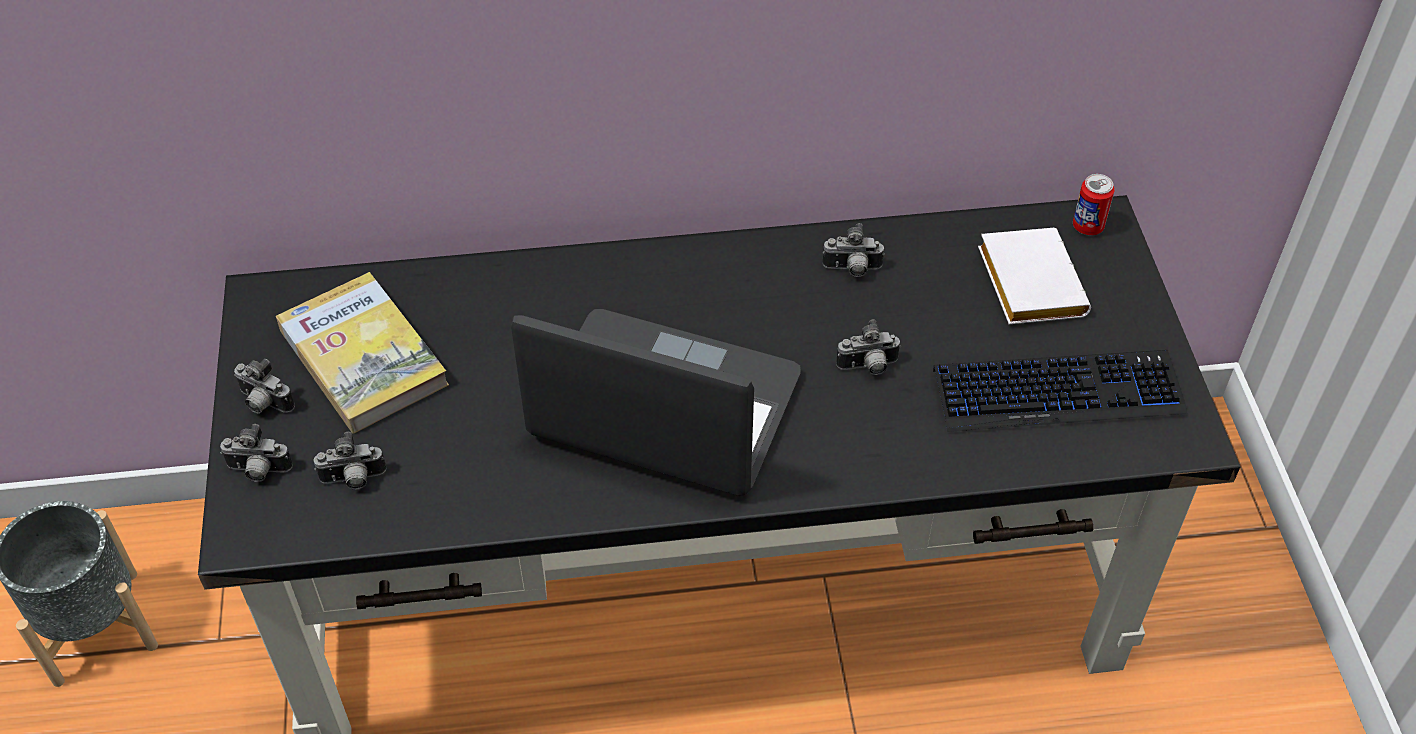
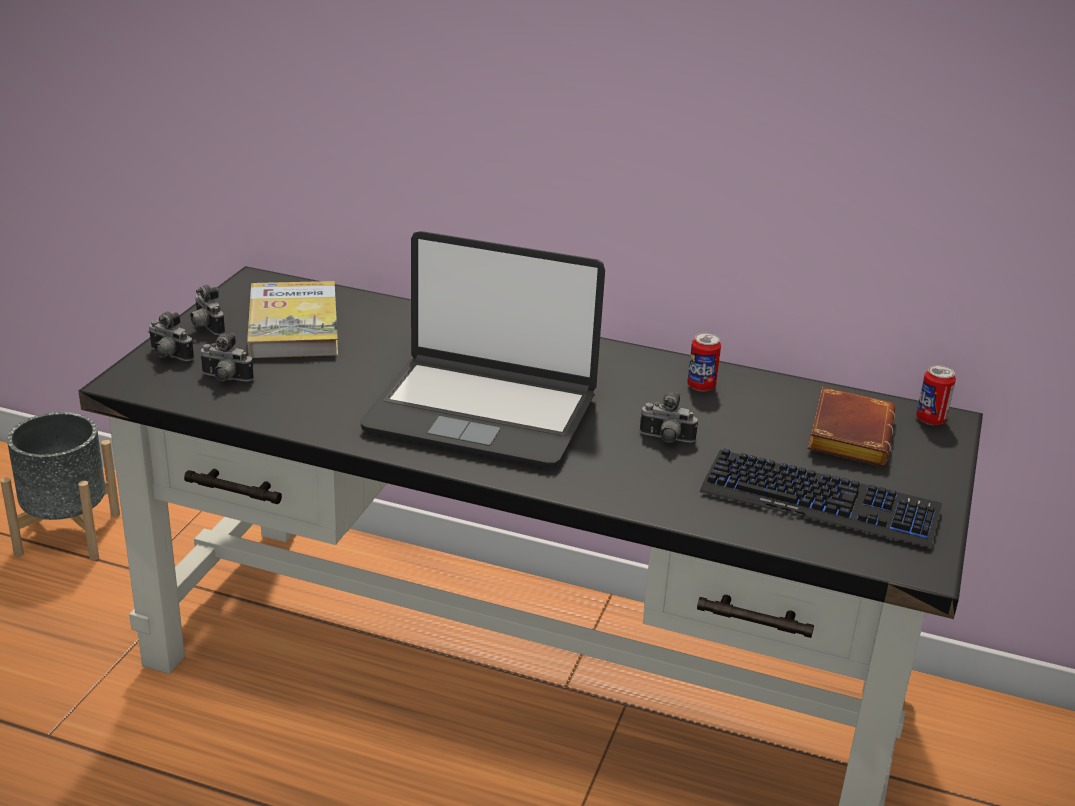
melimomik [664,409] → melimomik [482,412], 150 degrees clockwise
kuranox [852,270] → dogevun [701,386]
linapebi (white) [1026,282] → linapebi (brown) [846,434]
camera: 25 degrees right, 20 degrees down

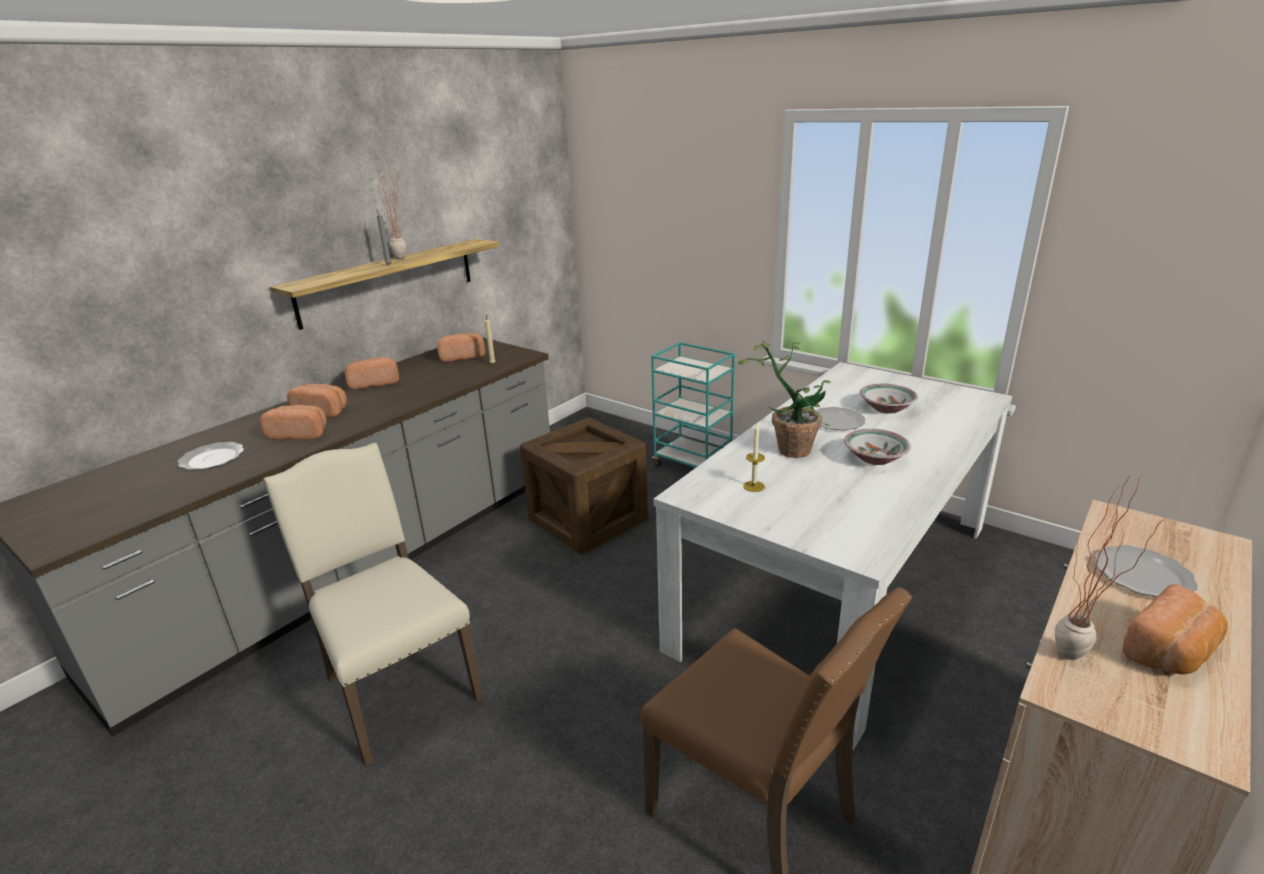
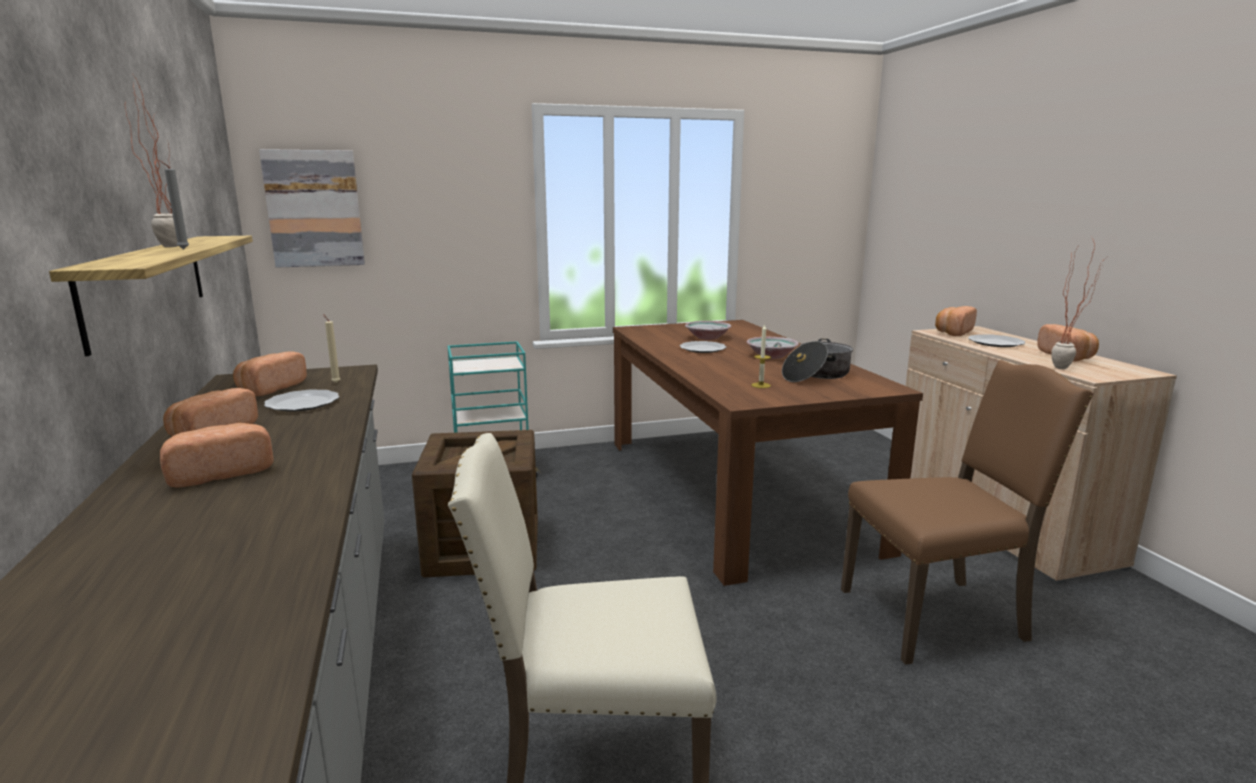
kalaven [213,458] → kalaven [302,403], shifted
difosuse [300,434] → difosuse [952,332], shifted
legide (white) [838,583] → legide (brown) [732,490]
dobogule [790,446] → -
- → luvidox [314,209]
- → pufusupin [816,375]
camera: 55 degrees left, 10 degrees down

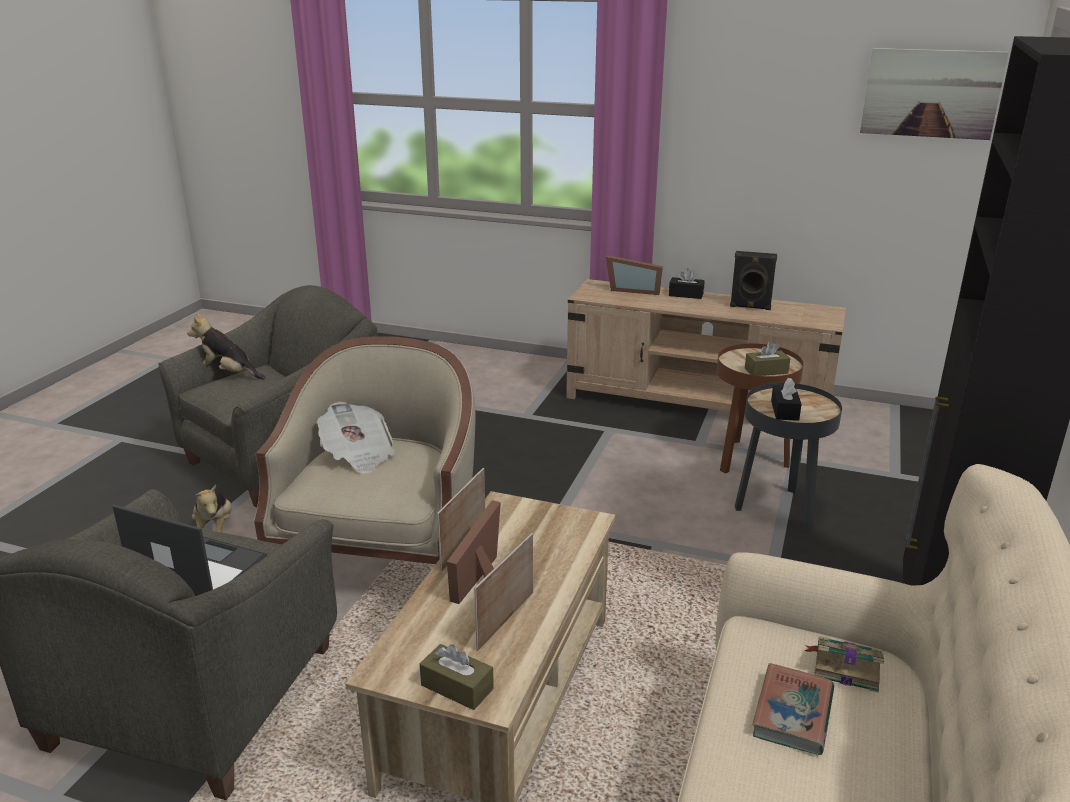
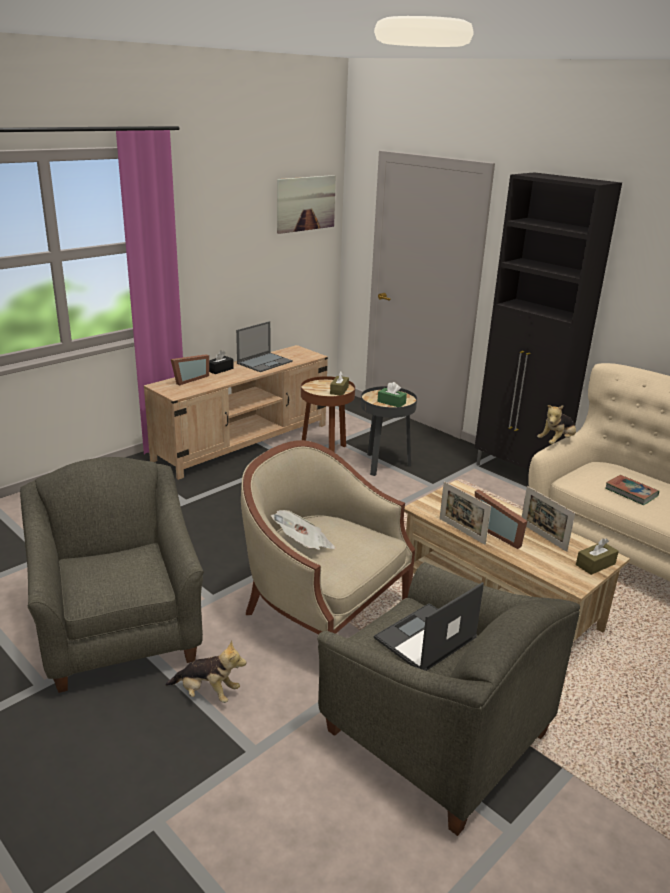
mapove [229,373] → mapove [556,442], shifted
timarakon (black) [750,307] → melimomik [265,362]
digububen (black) [784,410] → digububen (green) [391,402]
linapebi [844,667] → -
camera: 65 degrees left, 0 degrees up

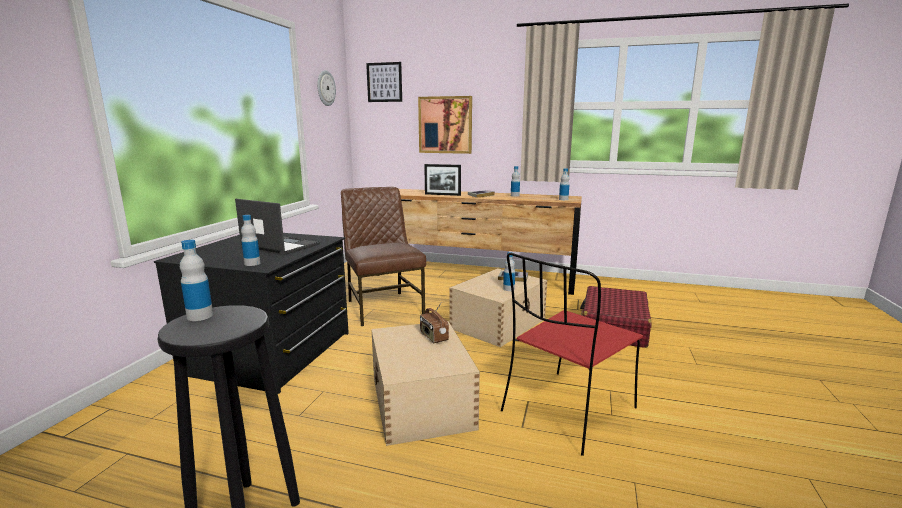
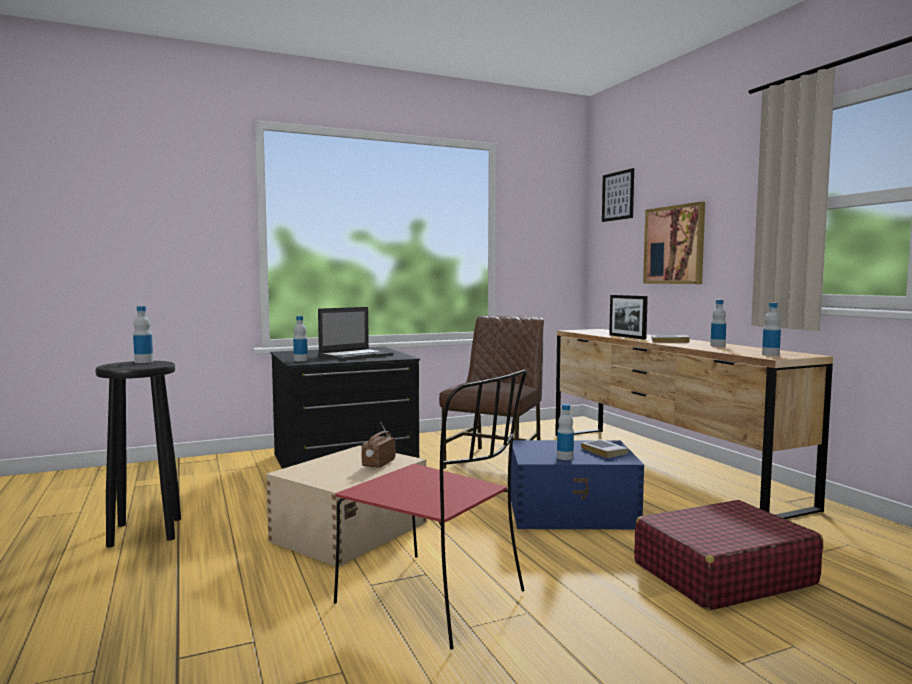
melimomik [279,246] → melimomik [356,355], 60 degrees clockwise
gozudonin [325,88] → -
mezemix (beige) [499,323] → mezemix (blue) [573,512]
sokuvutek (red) [566,411] → sokuvutek (red) [435,599], 150 degrees counterclockwise
camera: 50 degrees right, 10 degrees down

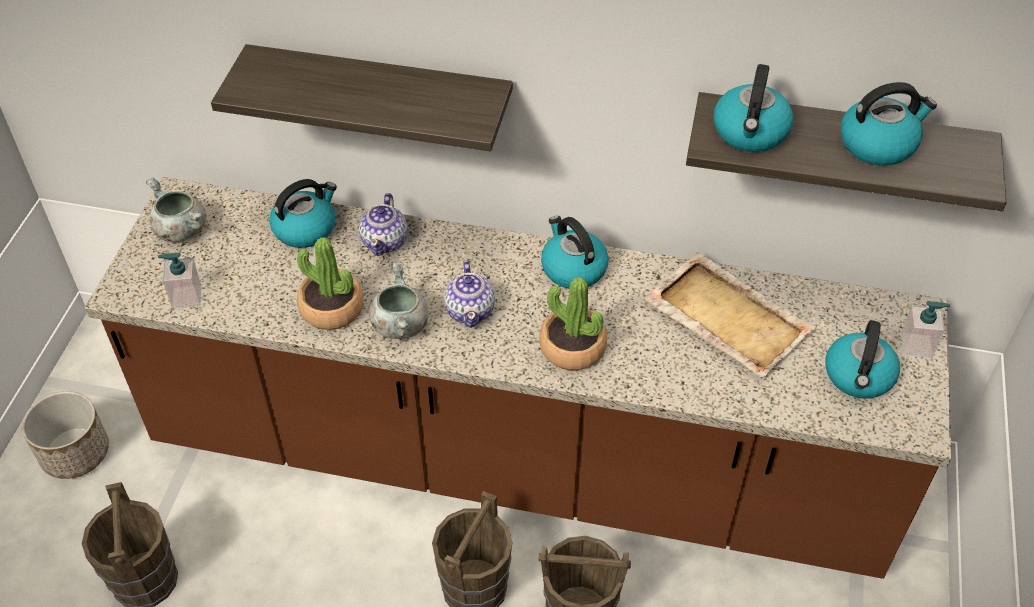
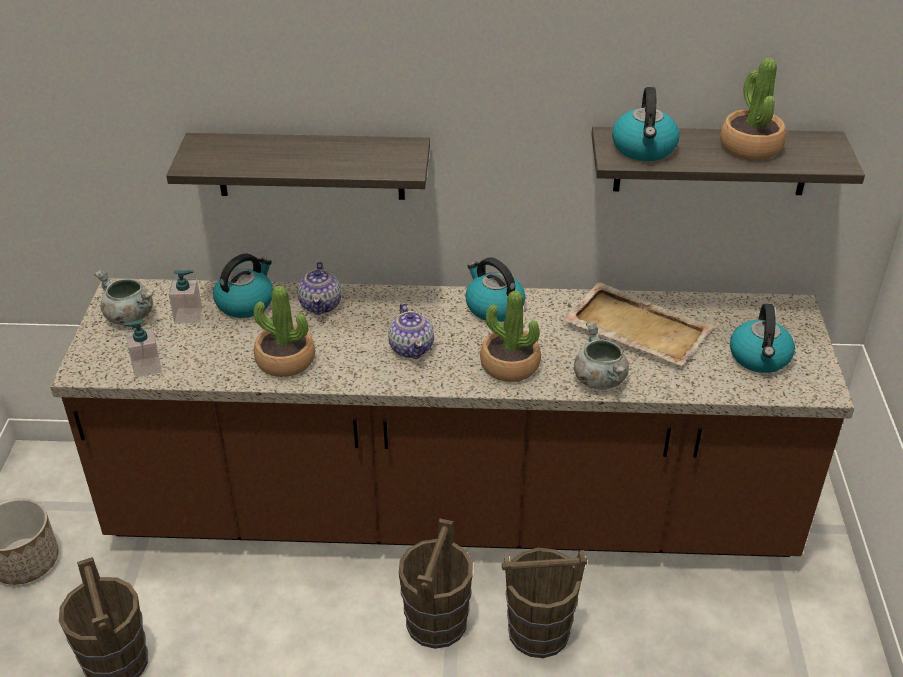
pufusupin (grey) [400,324] → pufusupin (grey) [599,379], shifted
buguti [878,144] → dobogule [750,147]
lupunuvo [917,345] → lupunuvo [188,315], shifted
camera: 10 degrees left, 10 degrees down

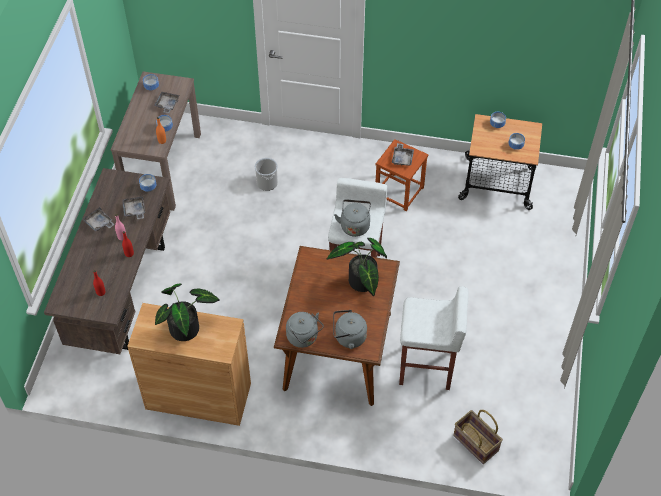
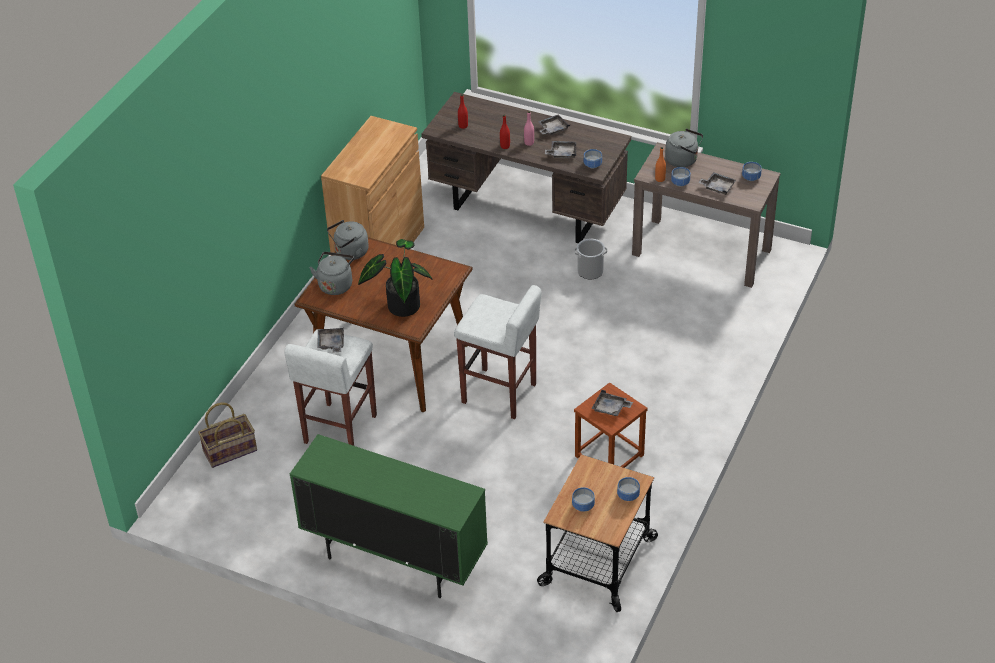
dobogule [188,329] → -
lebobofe [267,183] → lebobofe [590,271], shifted
buguti (grey) [354,225] → buguti (grey) [683,160], shifted
- → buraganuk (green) [394,559]
- → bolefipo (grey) [331,344]
camera: 105 degrees right, 10 degrees down

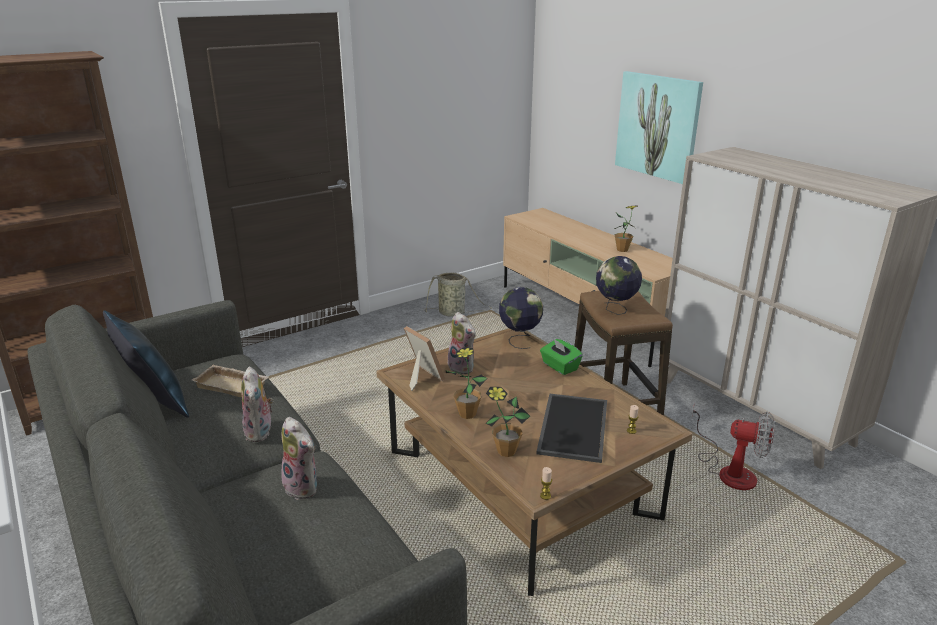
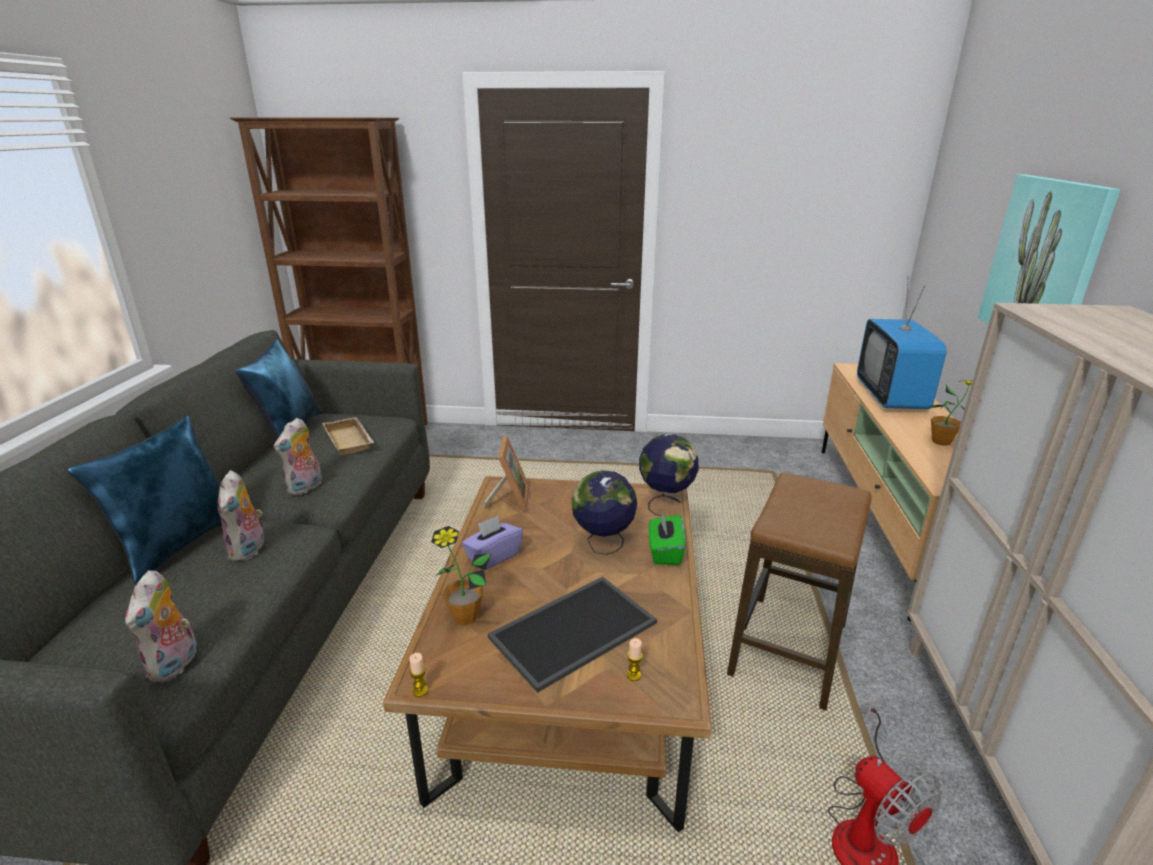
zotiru [453,313] → -
dobogule [467,414] → digububen (purple) [493,556]
mapove [463,367] → mapove [176,665], shifted
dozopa [615,310] → dozopa [603,545], shifted
- → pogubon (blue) [181,544]
- → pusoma [891,396]
camera: 40 degrees right, 0 degrees up

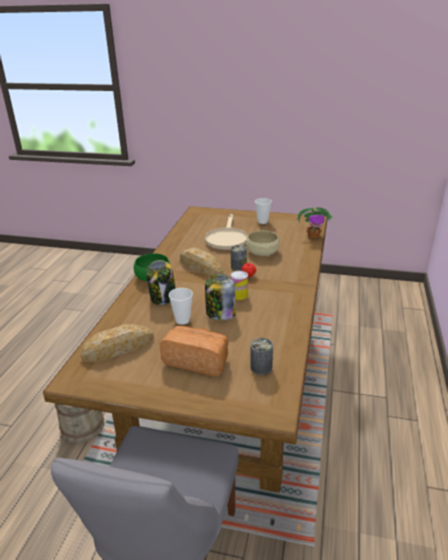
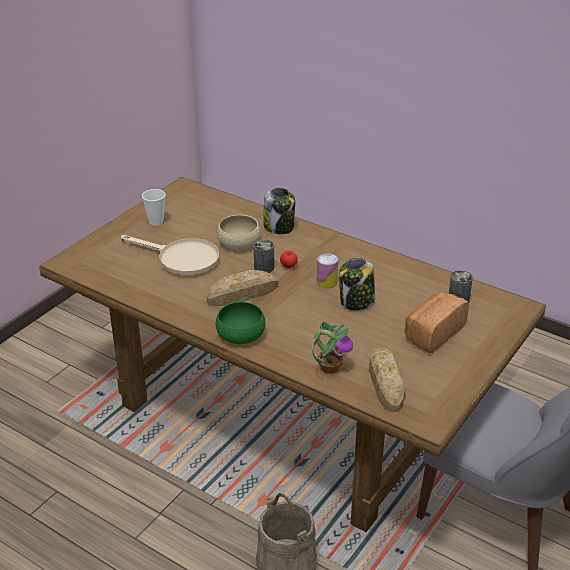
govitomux [163,297] → govitomux [279,227], shifted
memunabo [182,320] → -
dobogule [314,235] → dobogule [329,367], shifted
camera: 70 degrees left, 5 degrees up

